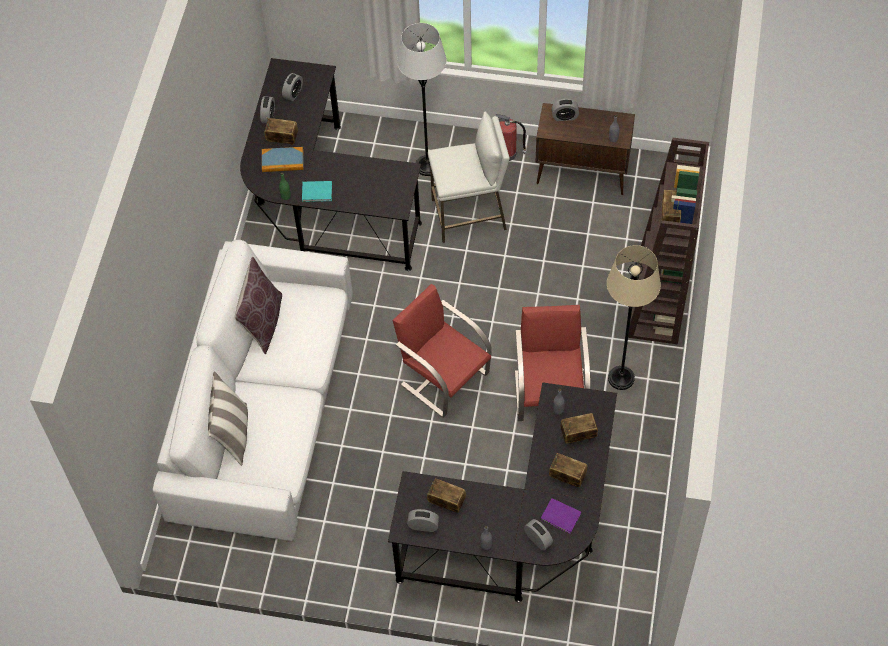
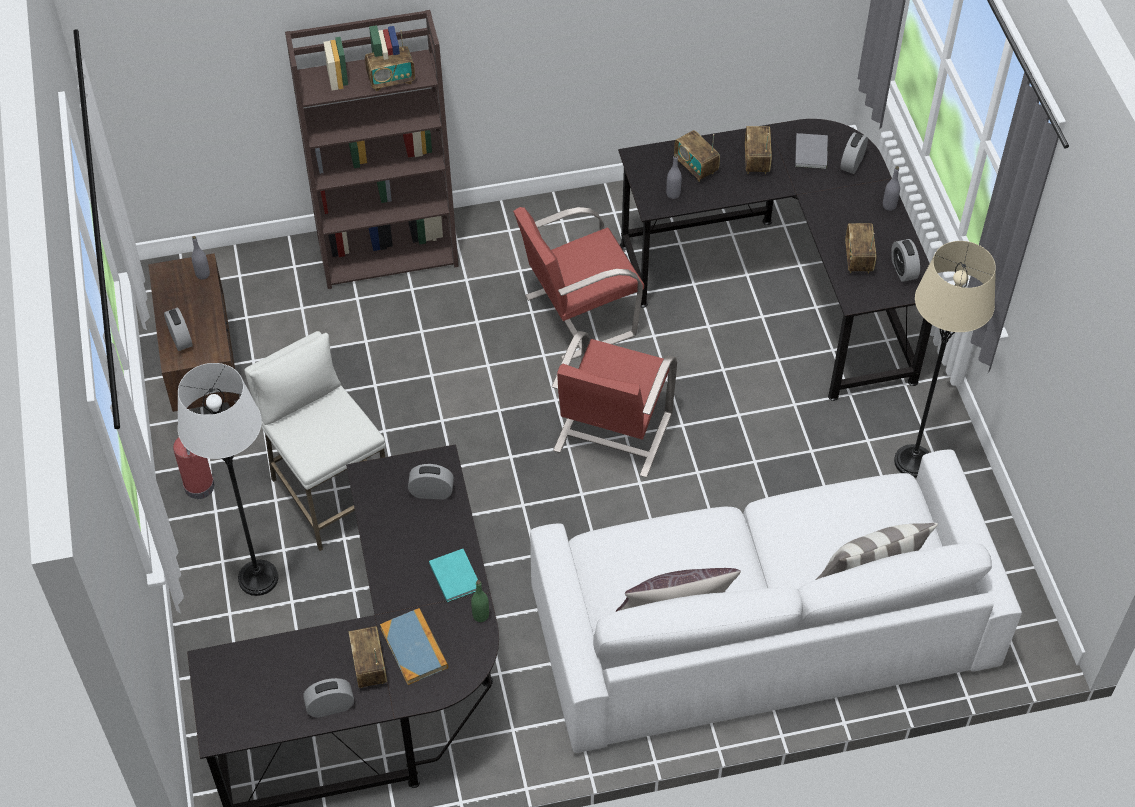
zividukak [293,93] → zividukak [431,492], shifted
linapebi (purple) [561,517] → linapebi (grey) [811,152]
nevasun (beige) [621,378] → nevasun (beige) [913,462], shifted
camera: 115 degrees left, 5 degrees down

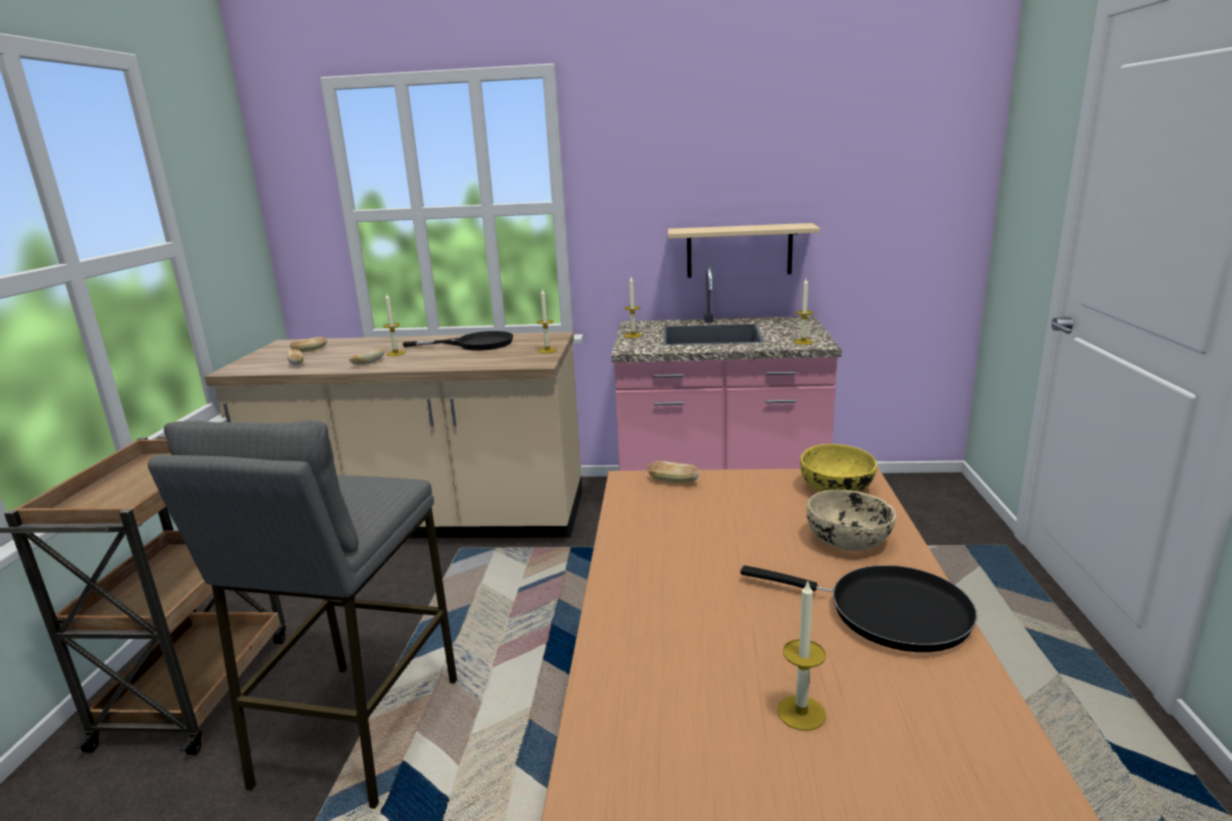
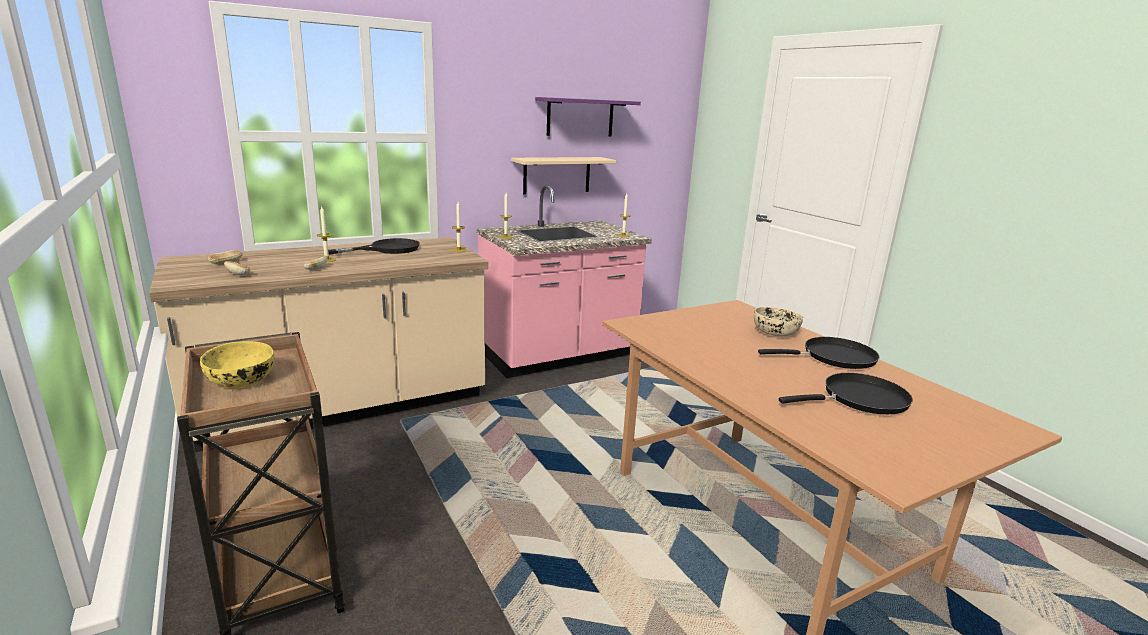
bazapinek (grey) [357,731] → -
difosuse [673,481] → -
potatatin [801,713] → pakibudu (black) [860,399]
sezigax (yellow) [836,489] → sezigax (yellow) [241,380], shifted
- → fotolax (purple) [580,117]
camera: 35 degrees left, 0 degrees up

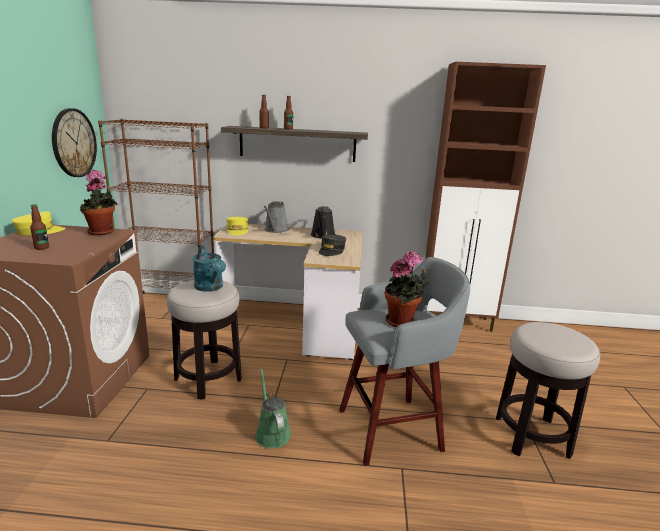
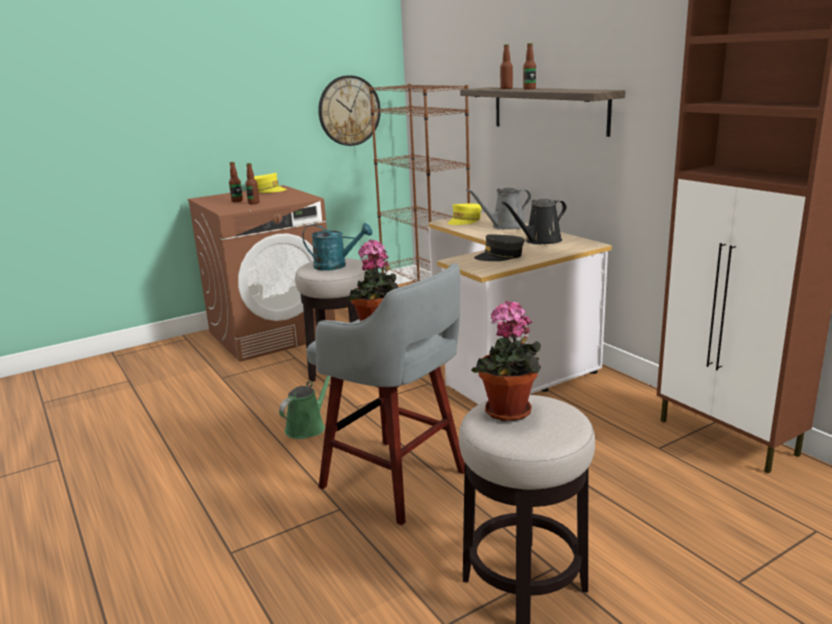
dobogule [102,232] → dobogule [509,414], shifted
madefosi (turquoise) [211,288] → madefosi (turquoise) [336,266], 105 degrees counterclockwise
- → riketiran [253,203]
camera: 55 degrees right, 0 degrees up

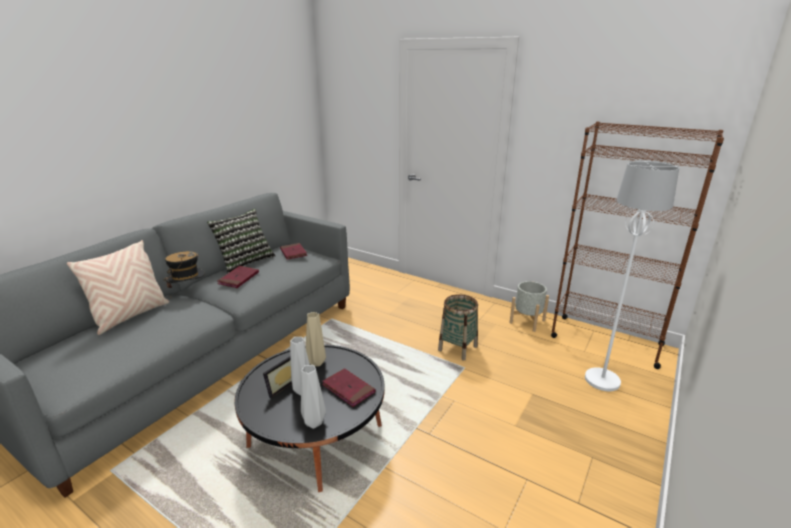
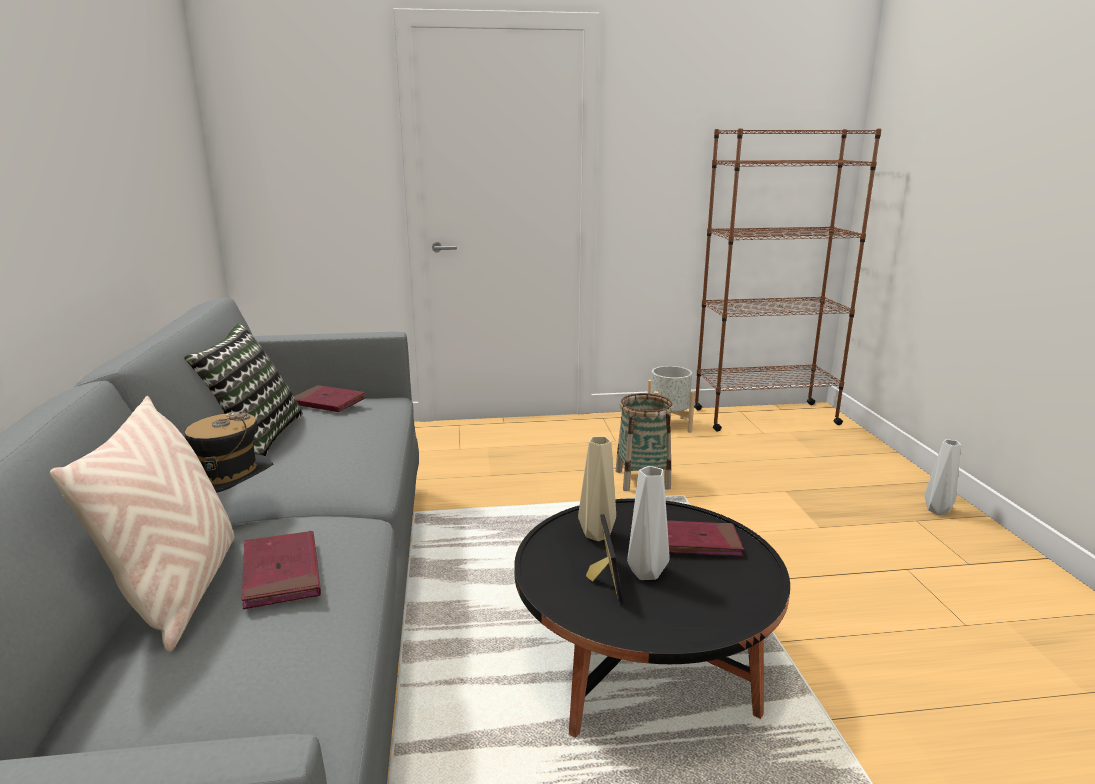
linapebi (red) [238,278] → linapebi (red) [281,573], shifted
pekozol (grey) [315,422] → pekozol (grey) [937,510], shifted
nevasun (white) [602,380] → -
camera: 40 degrees left, 5 degrees down

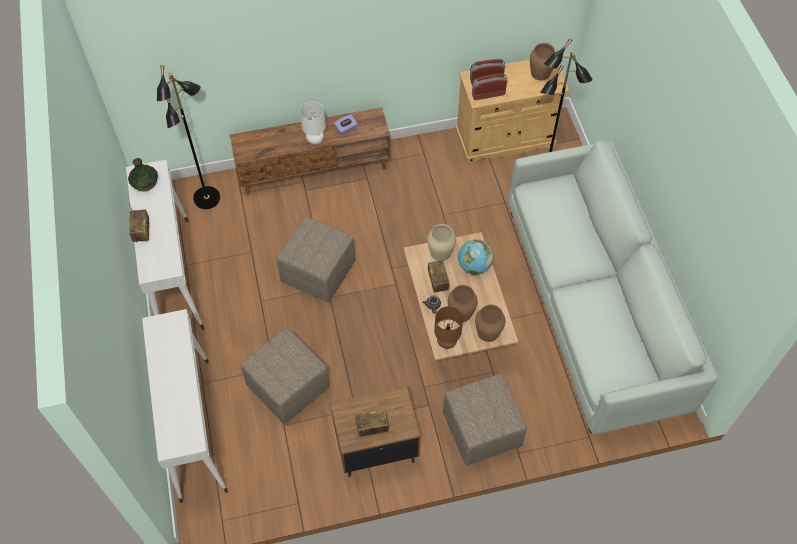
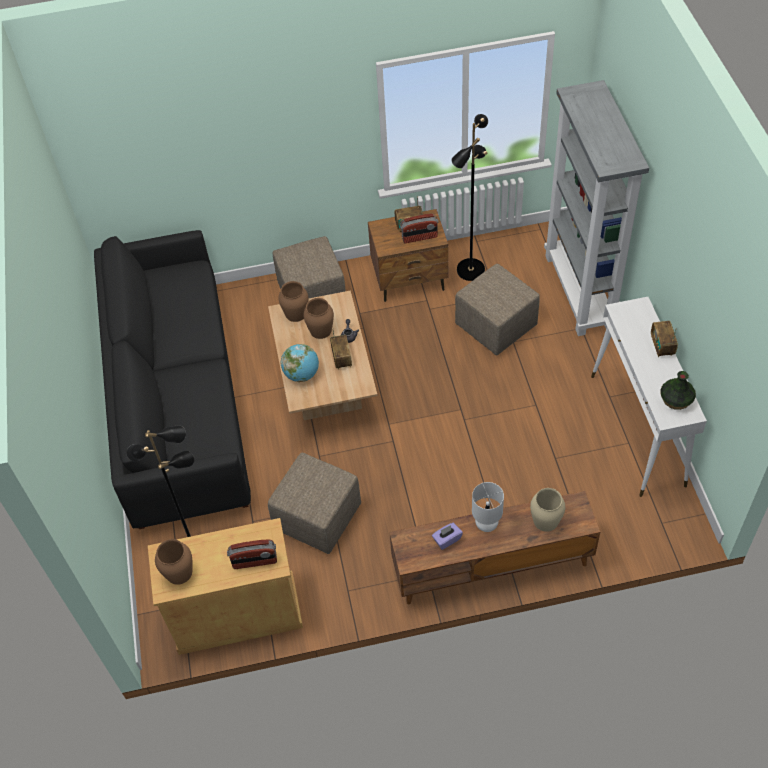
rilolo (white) [194,428] → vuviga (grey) [580,292]
nevasun (black) [207,199] → nevasun (black) [470,269], shifted
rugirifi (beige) [318,271] → rugirifi (beige) [317,518], shifted
pekozol (beige) [441,252] → pekozol (beige) [545,520], shifted
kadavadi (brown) [447,341] → -
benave [488,94] → benave [419,237], shifted
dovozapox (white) [594,306] → dovozapox (black) [179,403]
camera: 175 degrees left, 5 degrees down

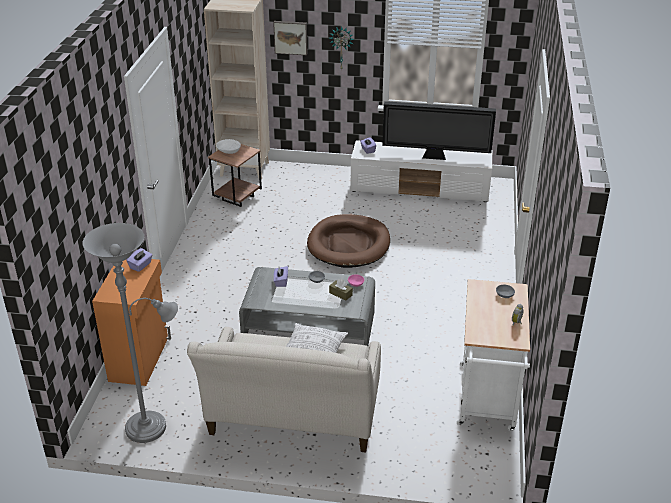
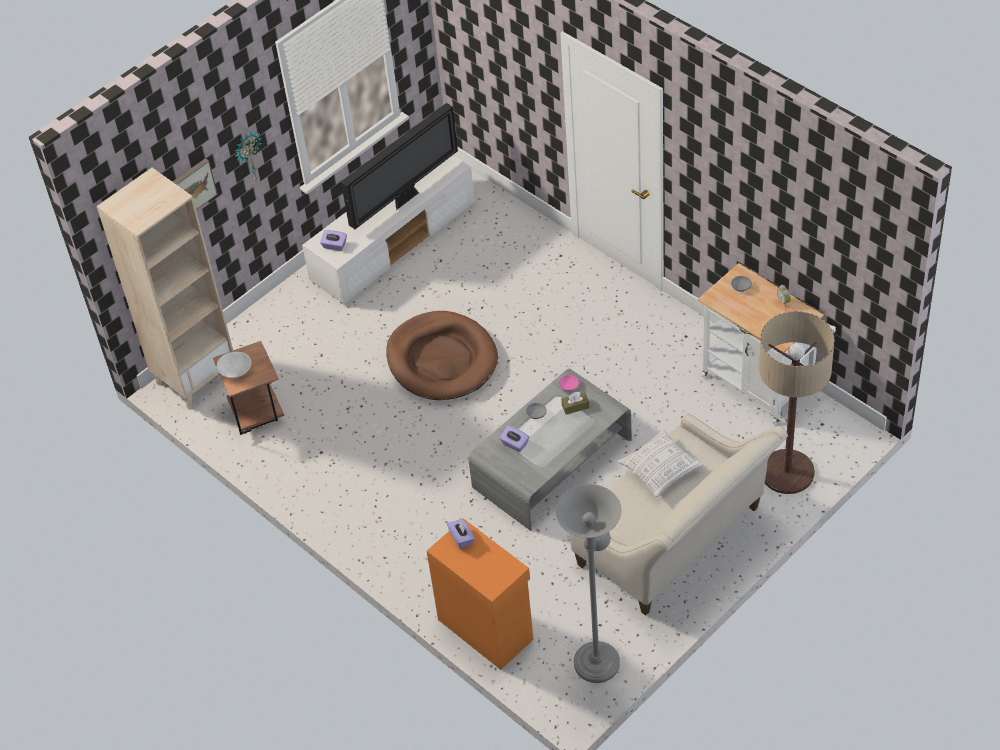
- → nevasun [787,472]
camera: 50 degrees left, 15 degrees up

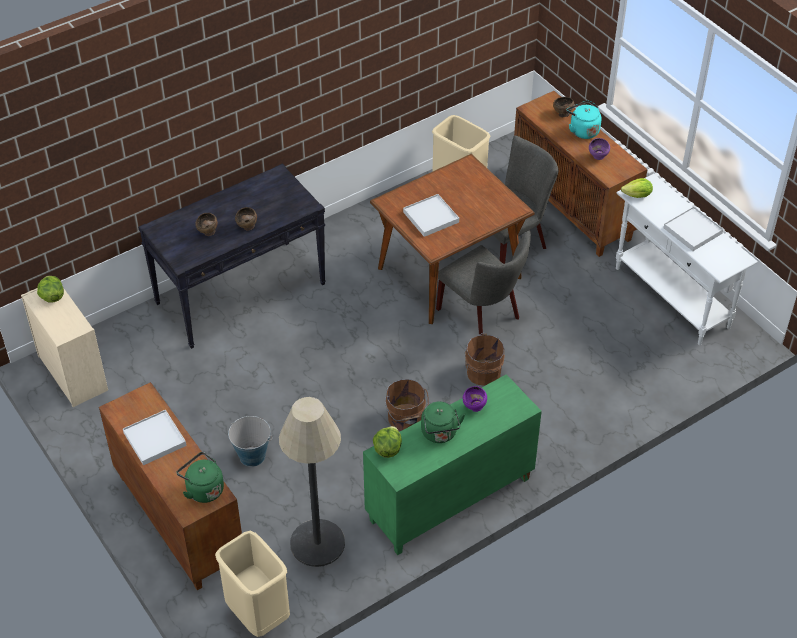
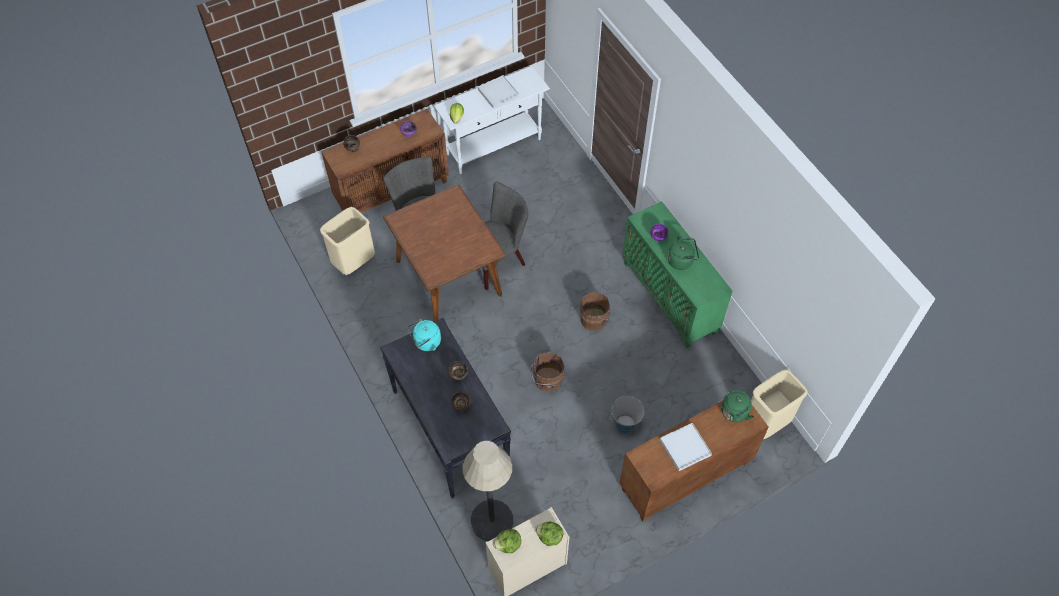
nevasun [317,543] → nevasun [492,520], shifted
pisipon [387,449] → pisipon [549,537], shifted
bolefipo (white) [431,217] → -
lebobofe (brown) [482,372] → lebobofe (brown) [548,380], shifted
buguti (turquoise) [582,130] → buguti (turquoise) [426,342], shifted
camera: 85 degrees left, 10 degrees up

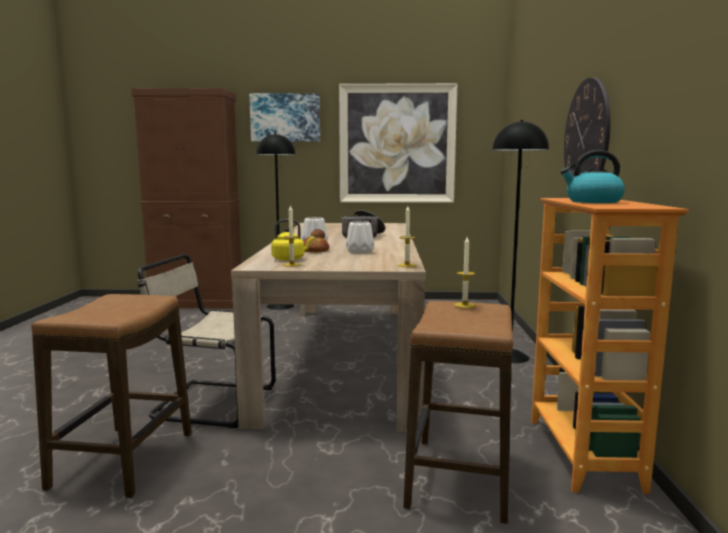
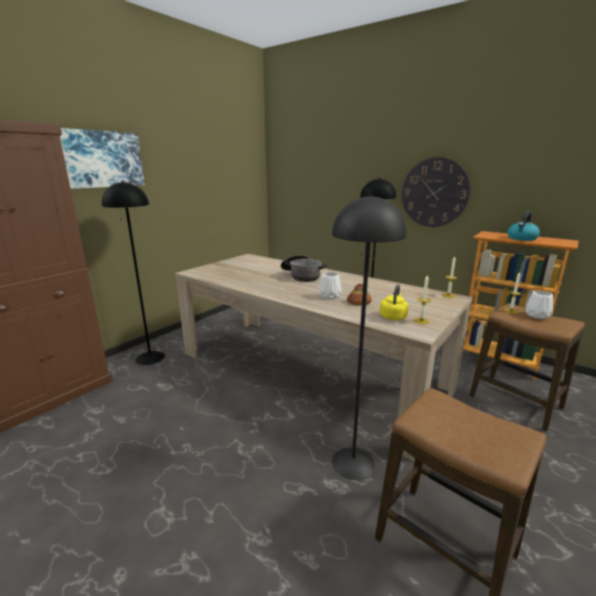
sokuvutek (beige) [210,403] → nevasun (black) [352,463]
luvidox [397,144] → -
pekozol (white) [359,252] → pekozol (white) [537,315], shifted
camera: 55 degrees left, 10 degrees up

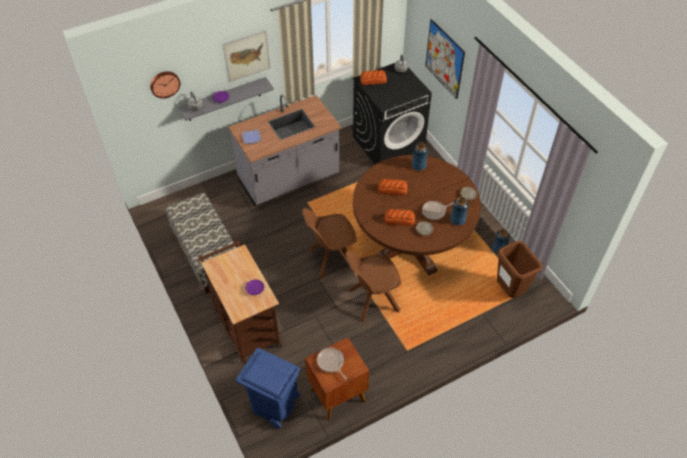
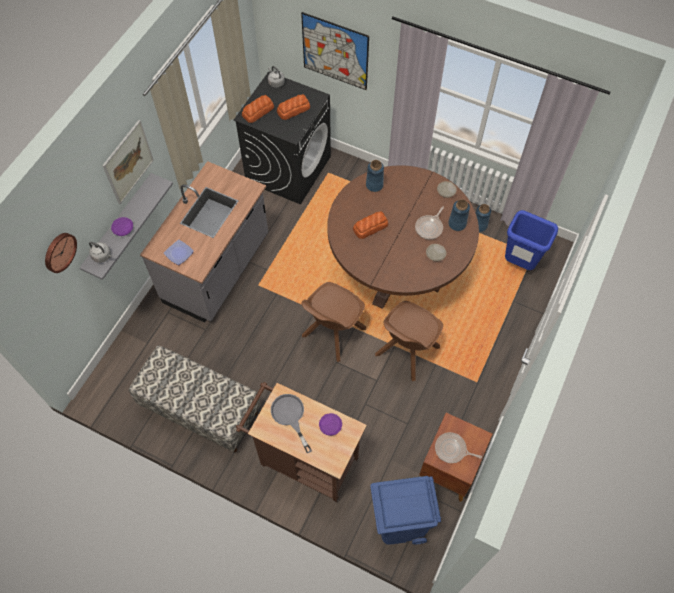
difosuse [399,219] → difosuse [293,110], shifted
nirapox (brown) [509,291] → nirapox (blue) [519,263]
- → pakibudu (grey) [290,416]
camera: 35 degrees left, 10 degrees up

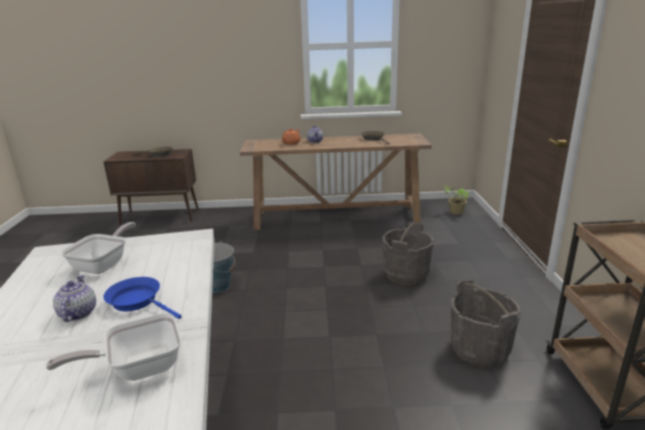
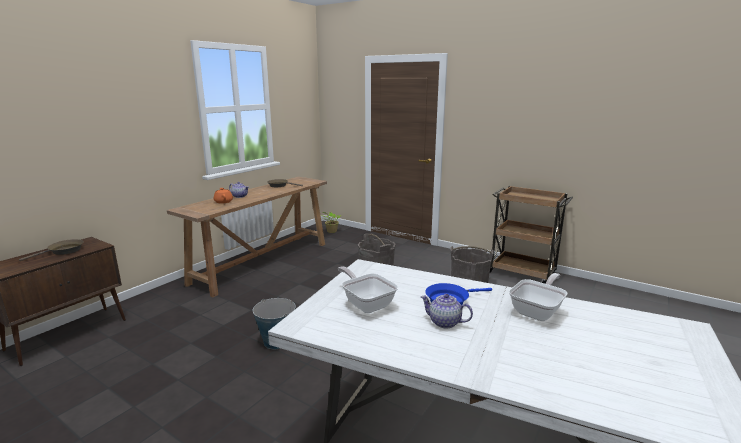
pakibudu [138,368] → pakibudu [538,311], 150 degrees counterclockwise
camera: 55 degrees left, 5 degrees down

